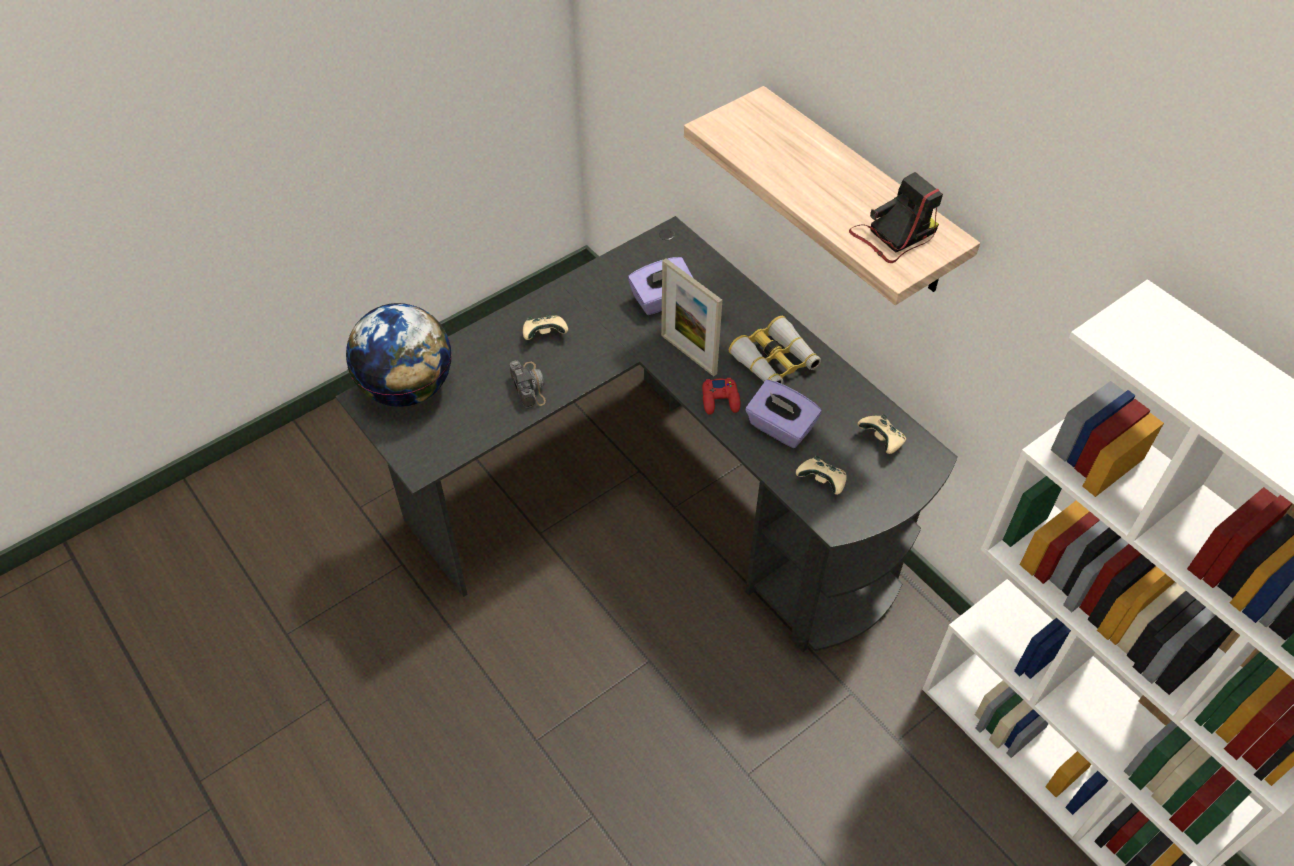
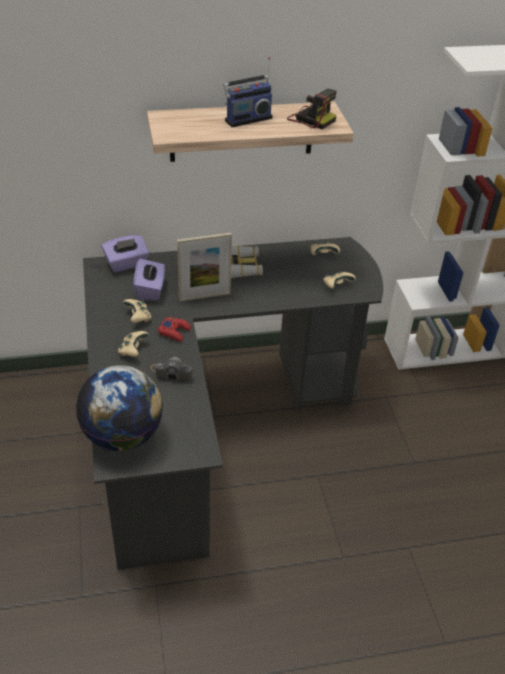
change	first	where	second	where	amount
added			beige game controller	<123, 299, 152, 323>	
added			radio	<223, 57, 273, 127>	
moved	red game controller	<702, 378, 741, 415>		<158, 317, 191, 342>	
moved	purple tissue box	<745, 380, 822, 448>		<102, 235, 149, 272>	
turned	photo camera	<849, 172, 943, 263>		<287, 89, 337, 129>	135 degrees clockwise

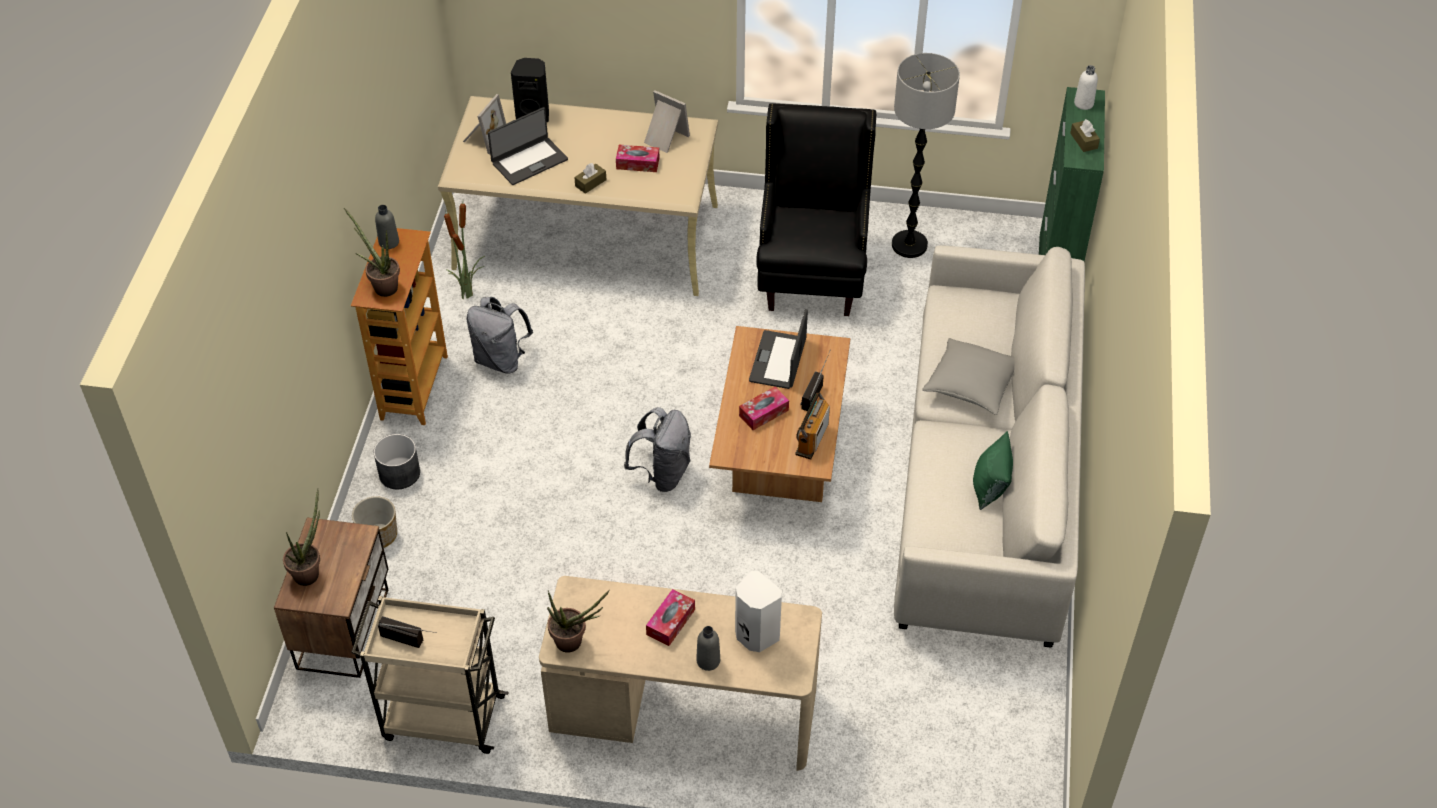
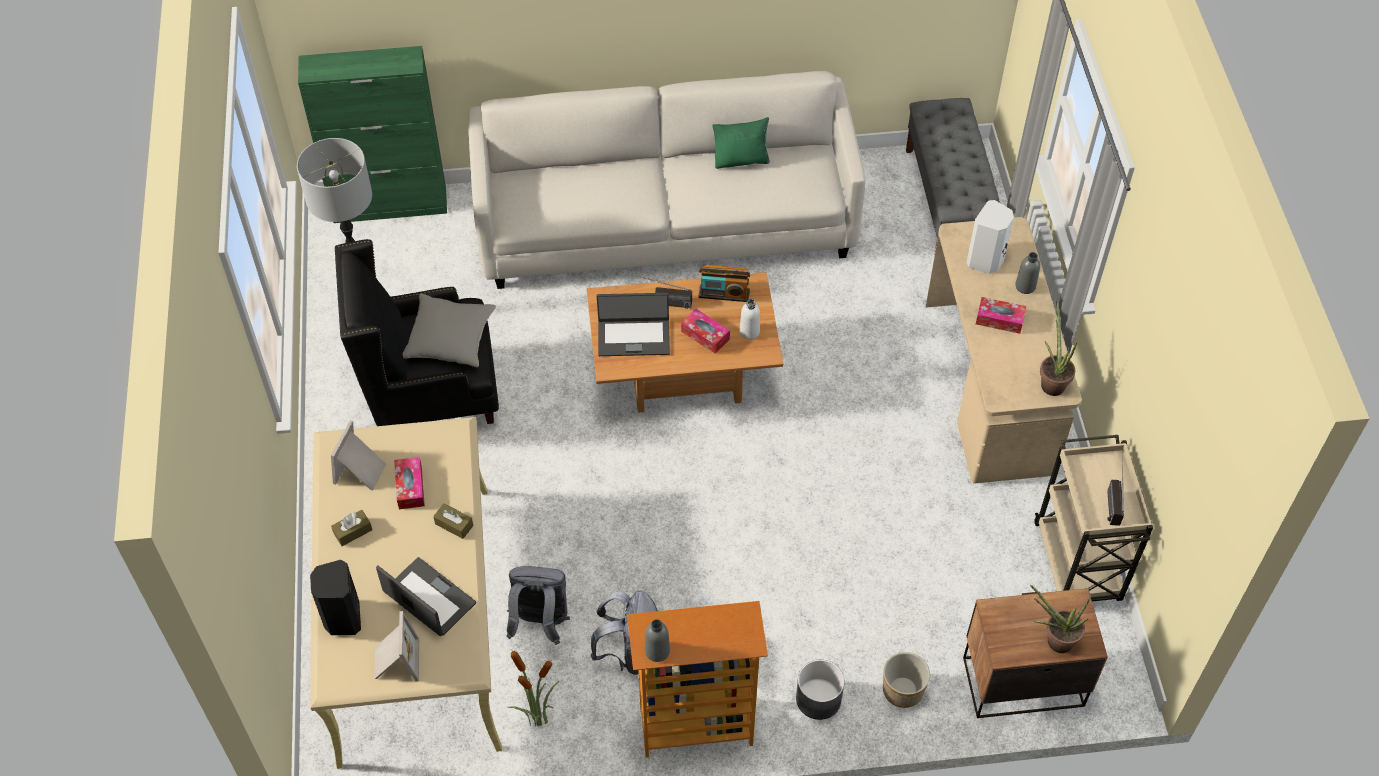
change	first	where	second	where	amount
removed	potted plant	<344, 208, 400, 297>			
added			grey bench	<906, 98, 1000, 250>	
moved	grey backpack	<624, 407, 691, 492>		<506, 566, 570, 645>	
moved	grey pillow	<922, 338, 1015, 415>		<403, 294, 496, 367>	
moved	brown tissue box	<1070, 119, 1100, 152>		<331, 510, 372, 546>	
moved	white bottle	<1074, 65, 1098, 110>		<740, 299, 760, 339>	
turned	picture frame	<463, 94, 506, 154>		<374, 611, 419, 682>	75 degrees clockwise

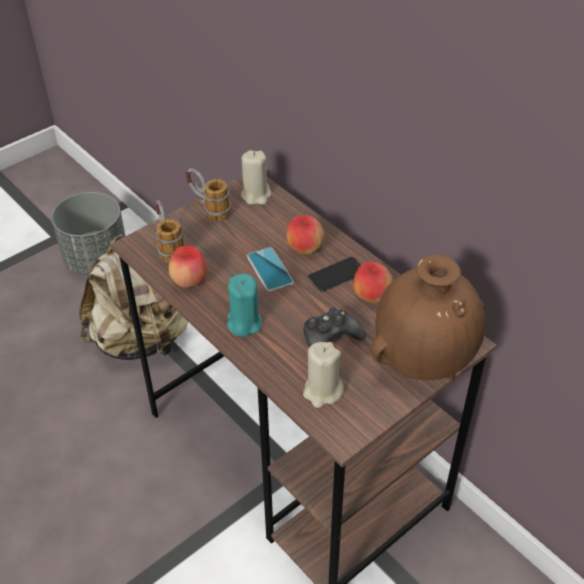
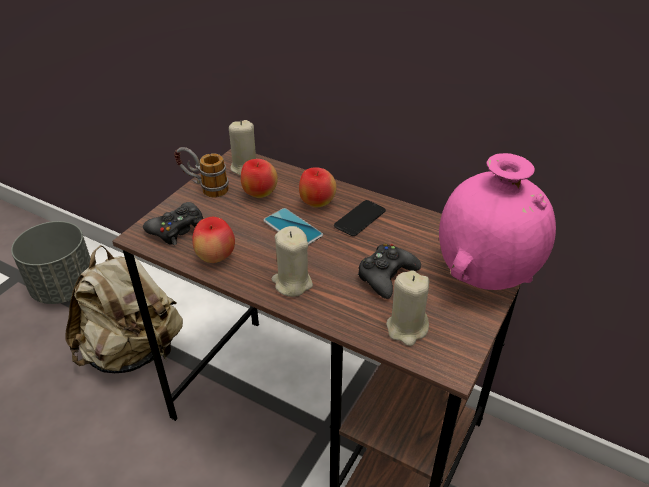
change	first	where	second	where	amount
moved	apple	<353, 261, 393, 303>		<241, 159, 278, 198>	
replaced	mug	<155, 200, 186, 263>	black game controller	<143, 202, 203, 245>	
recoloured	turquoise candle	<227, 274, 262, 337>	beige candle	<272, 226, 313, 297>	
recoloured	brown vase	<370, 254, 485, 380>	pink vase	<439, 153, 556, 290>	

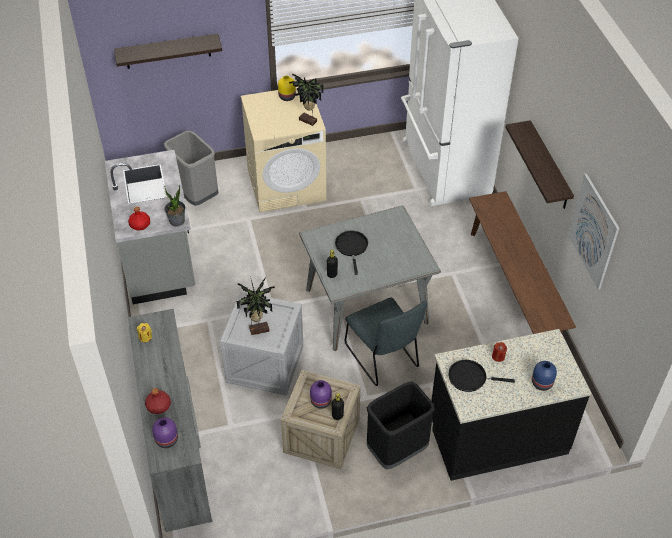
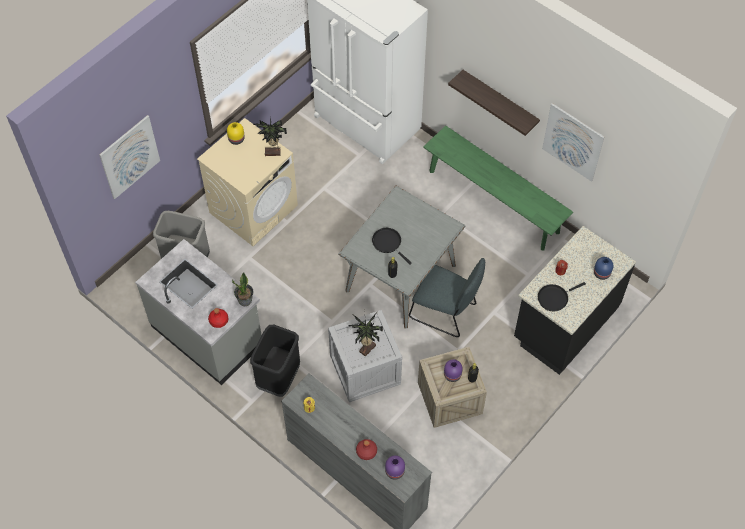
change	first	where	second	where	amount
moved	black trash can	<367, 382, 435, 469>		<250, 325, 300, 397>	
replaced	shelf	<114, 34, 222, 69>	picture	<99, 115, 160, 199>	
recoloured	brown bench	<469, 191, 576, 334>	green bench	<423, 126, 573, 250>	

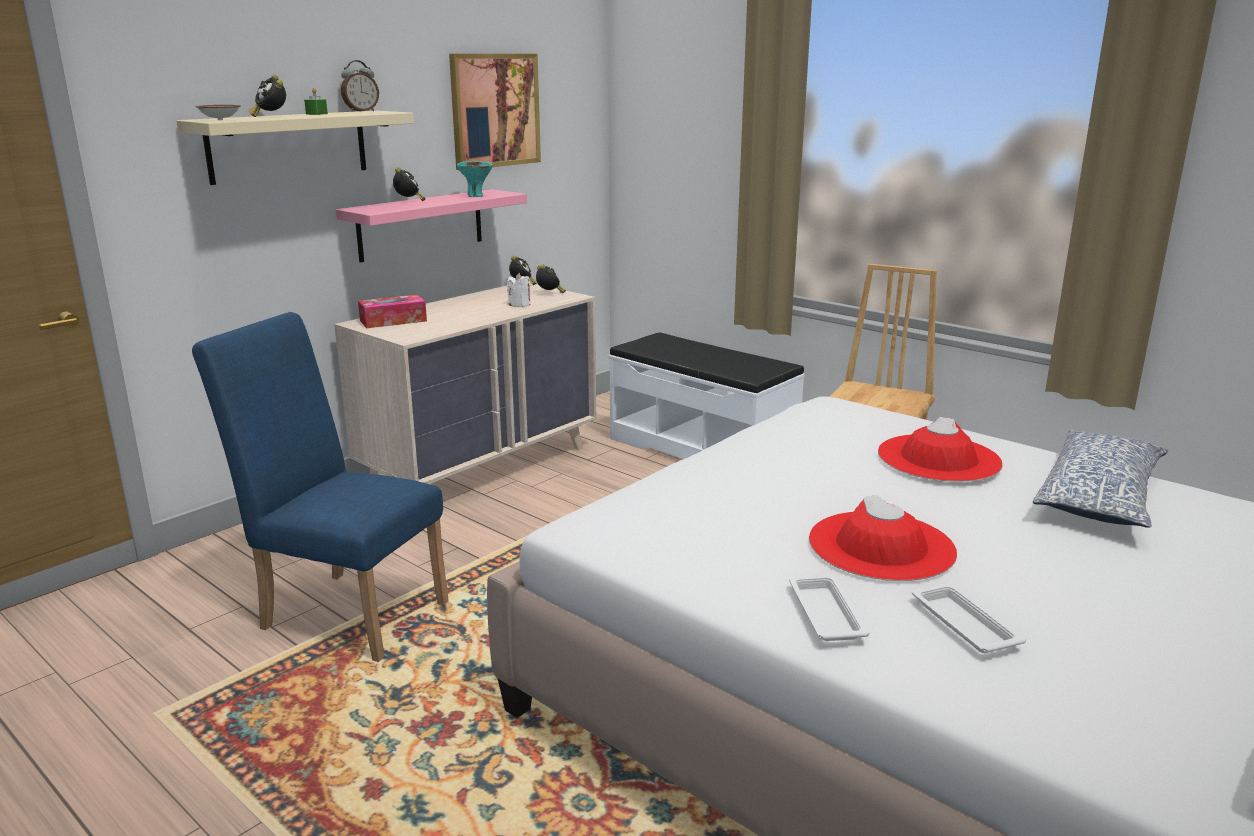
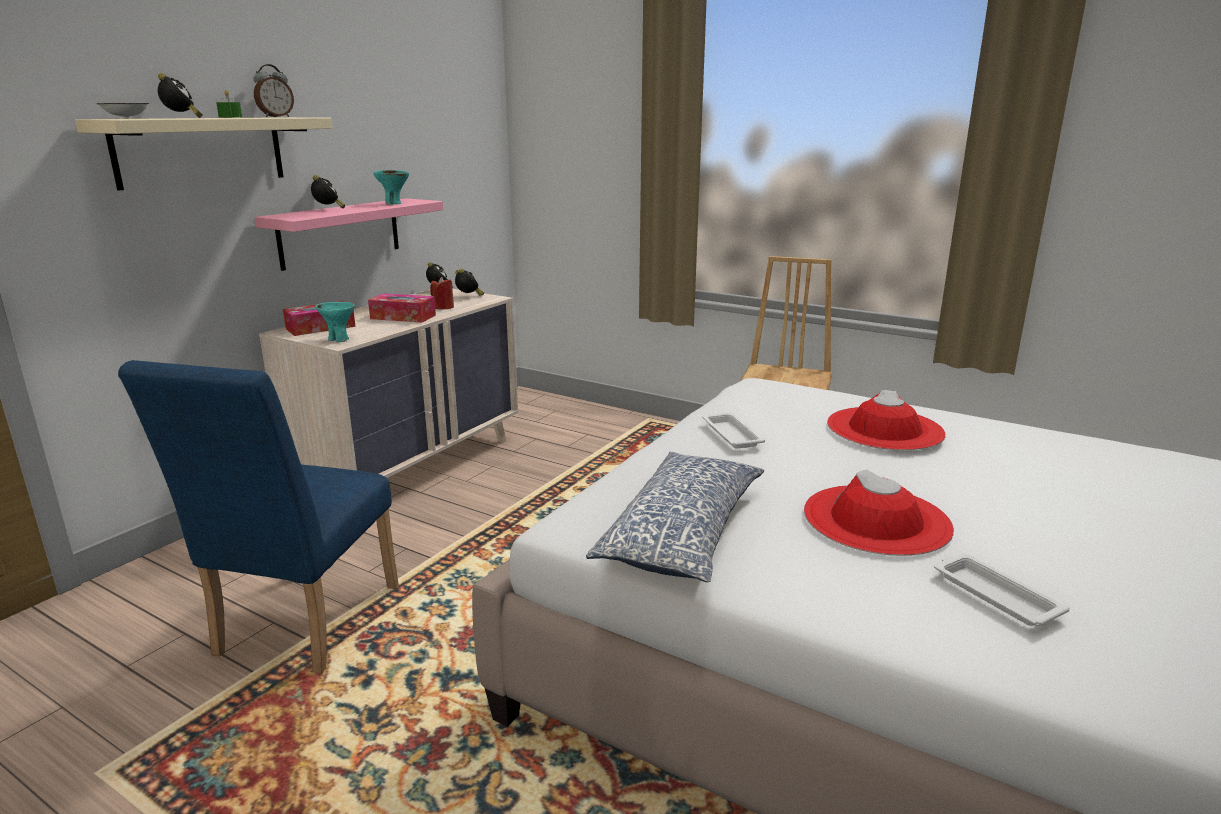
change	first	where	second	where	amount
removed	picture	<449, 54, 541, 170>			
removed	white bench	<609, 332, 804, 459>			
added			turquoise bowl	<316, 302, 355, 342>	
added			tissue box	<368, 293, 436, 323>	
moved	white tray	<789, 575, 870, 641>		<703, 413, 765, 449>	
moved	pillow	<1033, 430, 1168, 528>		<586, 451, 764, 582>	
recoloured	white candle	<507, 273, 530, 307>	red candle	<430, 277, 454, 310>	
turned	blue chair	<192, 312, 449, 662>		<118, 360, 399, 674>	90 degrees counterclockwise
turned	alarm clock	<249, 75, 286, 117>		<158, 73, 203, 118>	150 degrees counterclockwise

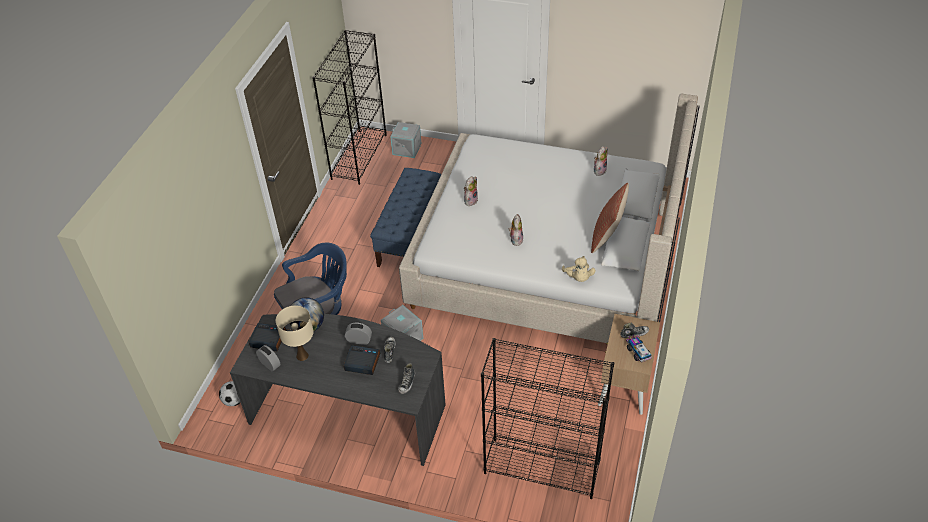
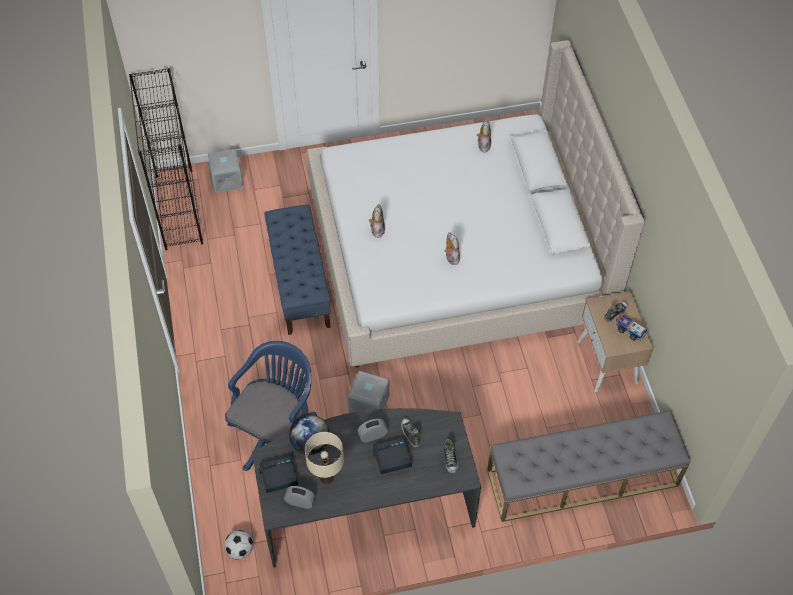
change	first	where	second	where	amount
removed	beige plush toy	<562, 256, 596, 282>			
removed	pillow	<591, 183, 629, 253>			
replaced	black bookcase	<481, 338, 614, 499>	grey bench	<487, 411, 690, 522>	

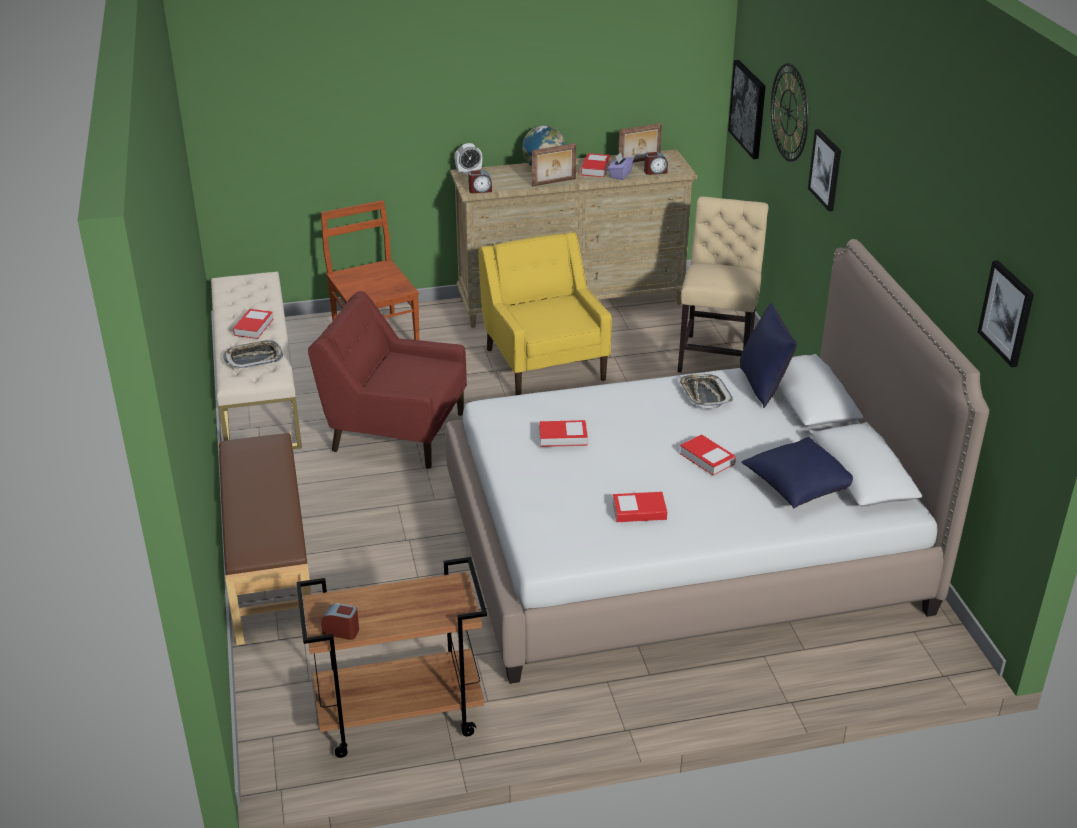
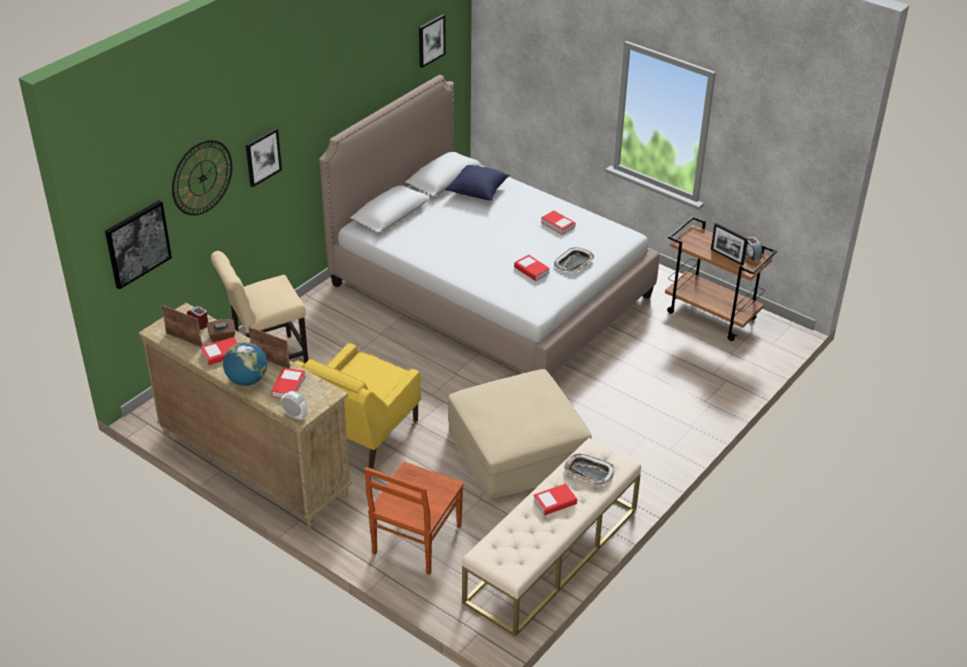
change	first	where	second	where	amount
removed	brown bench	<218, 433, 311, 645>			
removed	alarm clock	<468, 170, 492, 193>			
removed	blue pillow	<740, 303, 797, 408>			
added			picture frame	<711, 223, 748, 266>	
moved	tray	<679, 374, 733, 409>		<554, 247, 594, 272>	
moved	book	<680, 434, 736, 476>		<271, 368, 306, 398>	
replaced	red armchair	<308, 291, 467, 469>	beige ottoman	<448, 369, 591, 499>	
recoloured	purple tissue box	<608, 152, 634, 180>	brown tissue box	<207, 319, 236, 342>	

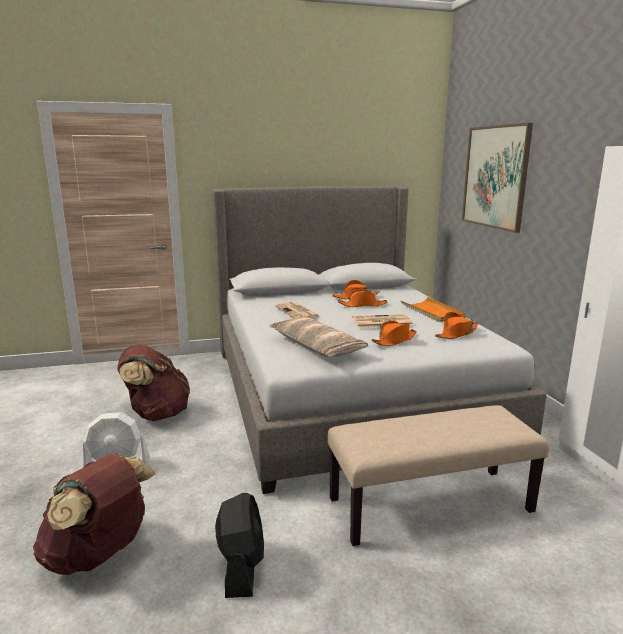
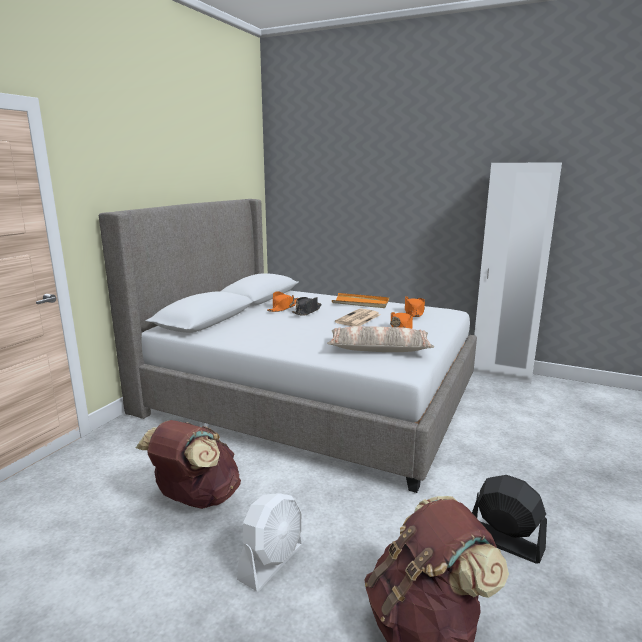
change	first	where	second	where	amount
removed	newspaper	<275, 302, 320, 319>			
removed	beige bench	<327, 405, 549, 546>			
removed	picture	<462, 123, 533, 233>			
recoloured	orange hat	<338, 289, 388, 307>	black hat	<292, 297, 322, 316>	

